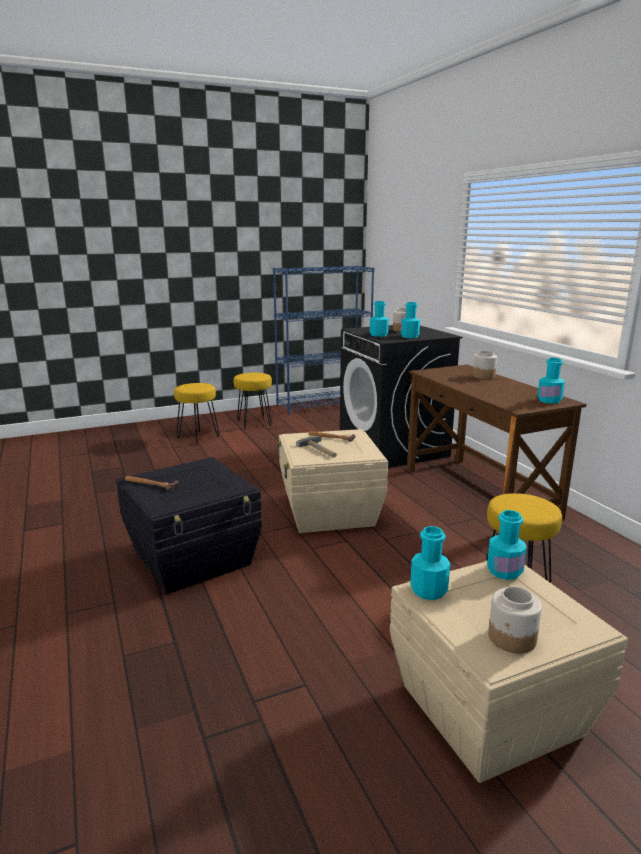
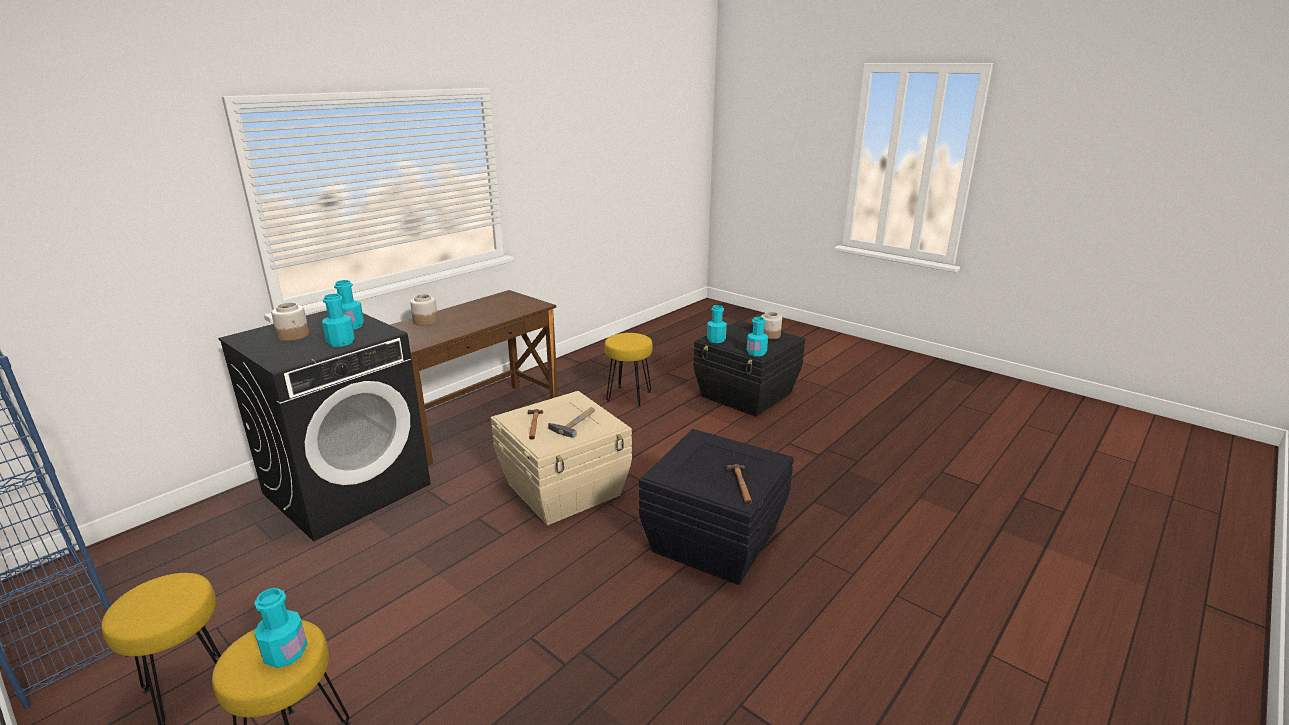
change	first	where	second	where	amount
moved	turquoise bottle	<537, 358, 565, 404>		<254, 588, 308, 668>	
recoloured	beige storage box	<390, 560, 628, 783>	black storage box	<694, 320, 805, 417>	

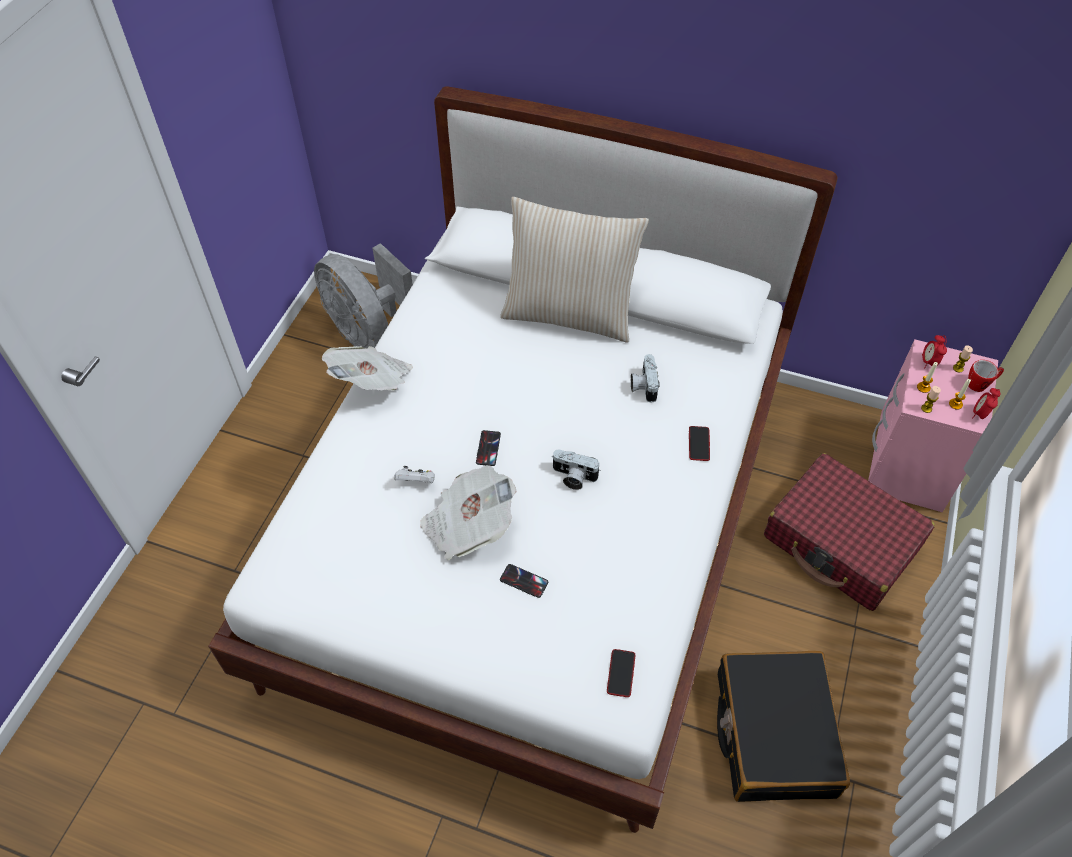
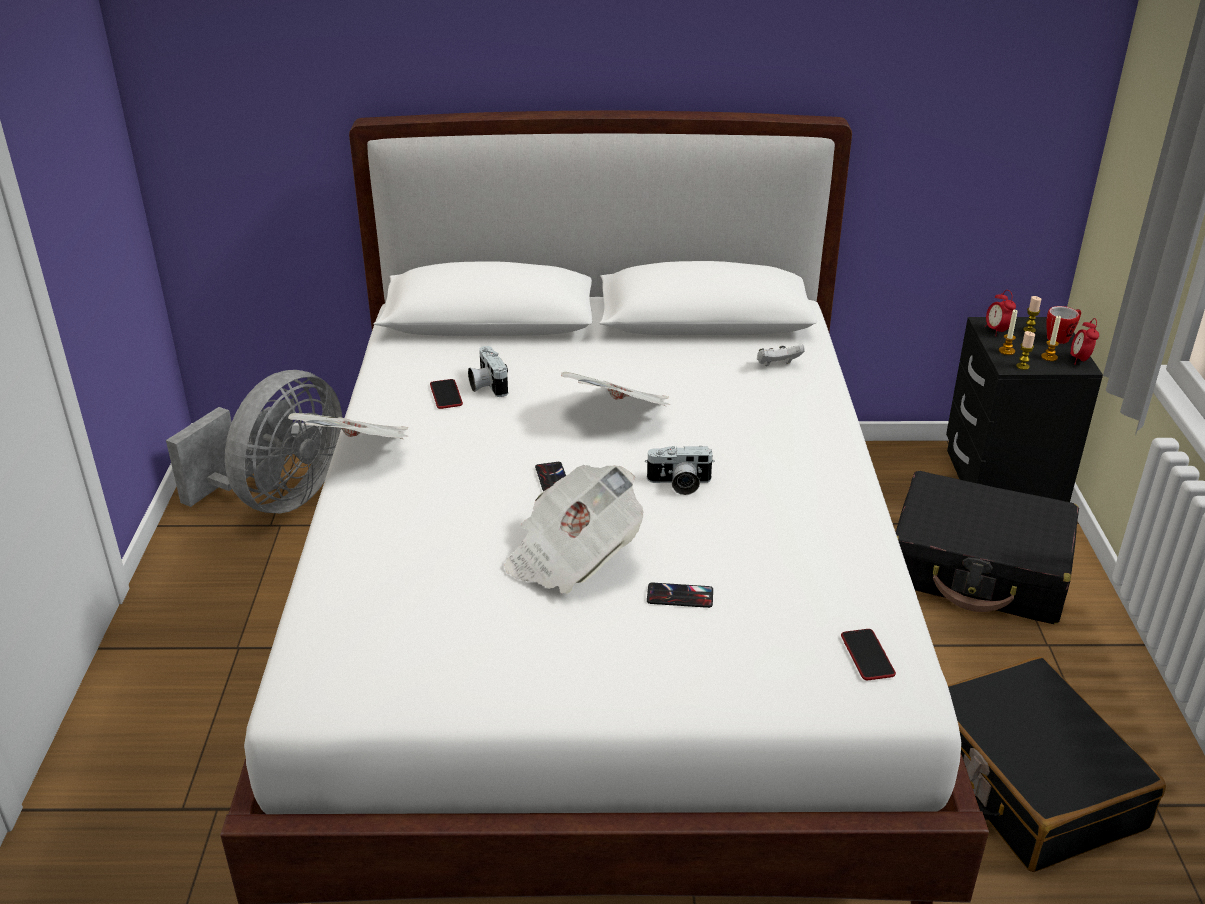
change	first	where	second	where	amount
removed	beige pillow	<500, 197, 649, 343>			
added			newspaper	<561, 372, 670, 407>	
moved	white game controller	<394, 466, 435, 483>		<757, 345, 805, 366>	
moved	photo camera	<631, 354, 660, 402>		<468, 346, 508, 397>	
moved	phone	<689, 426, 710, 461>		<430, 379, 463, 409>	
recoloured	red suitcase	<764, 453, 935, 611>	black suitcase	<896, 471, 1079, 624>	
recoloured	pink nightstand	<868, 339, 998, 512>	black nightstand	<946, 317, 1103, 502>	
turned	grey fan	<314, 243, 413, 348>		<166, 370, 342, 513>	90 degrees counterclockwise

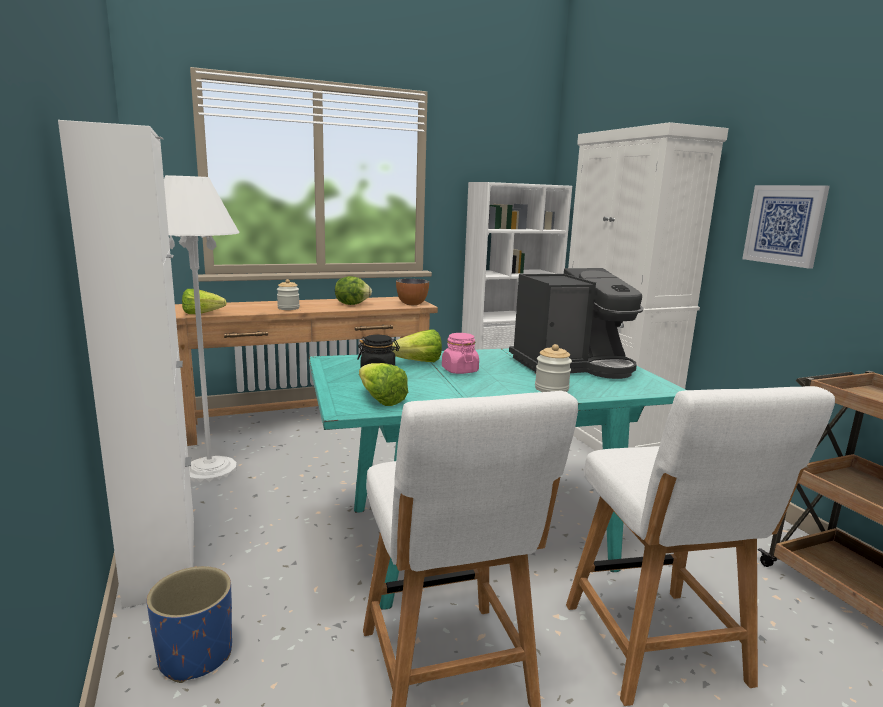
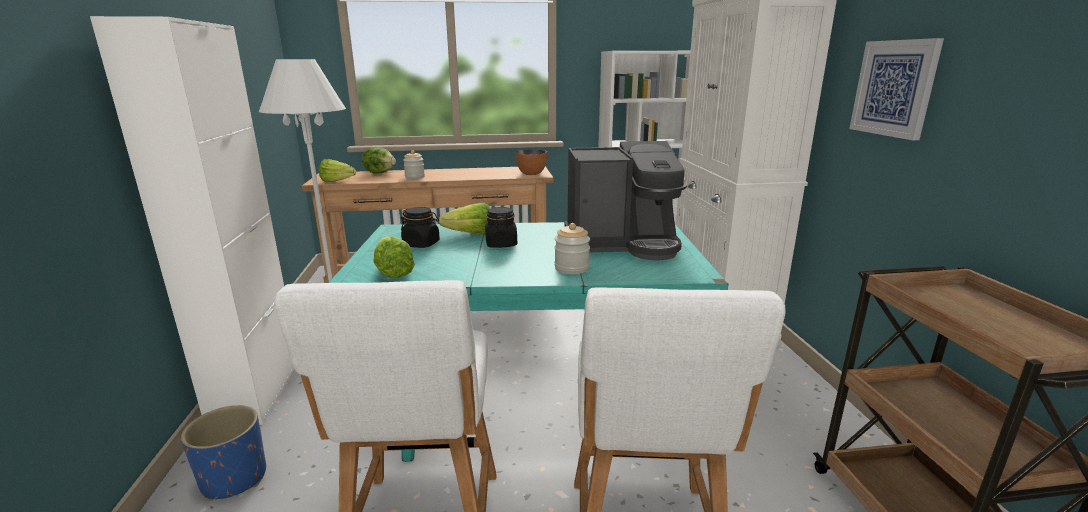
change	first	where	second	where	amount
moved	lettuce	<335, 276, 372, 305>		<362, 147, 396, 174>	
recoloured	pink jar	<442, 333, 479, 374>	black jar	<485, 207, 517, 248>	

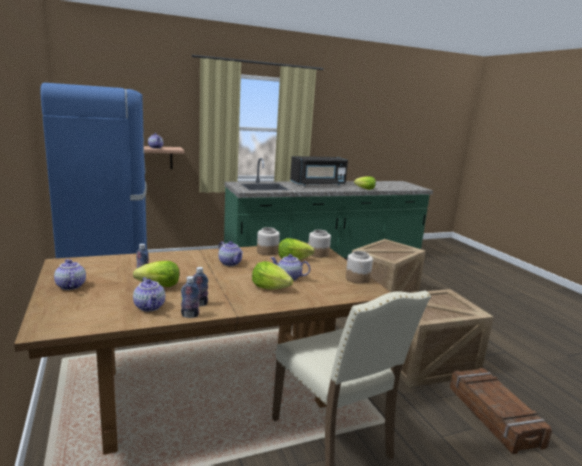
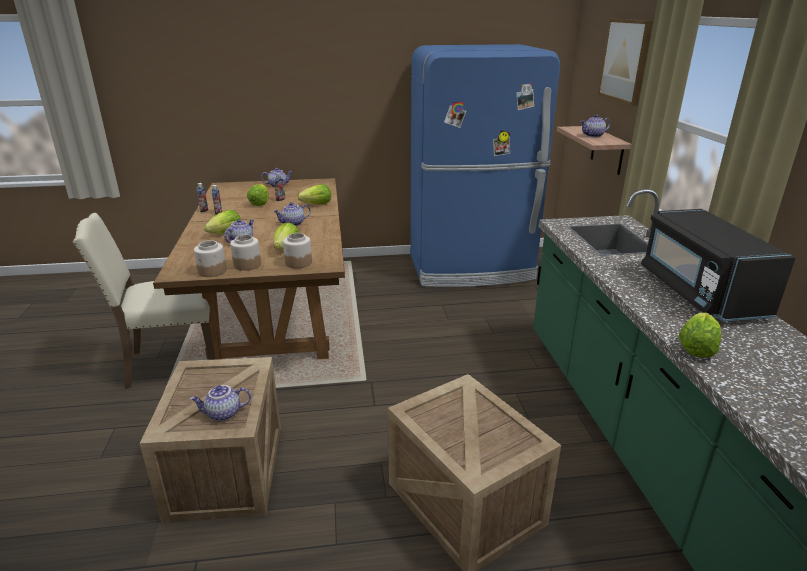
change	first	where	second	where	amount
removed	crate	<450, 368, 552, 454>			
added			lettuce	<298, 184, 331, 204>	
added			picture	<598, 19, 653, 106>	
moved	teapot	<133, 277, 165, 312>		<190, 385, 251, 421>	
moved	jar	<257, 227, 280, 256>		<230, 235, 261, 271>	

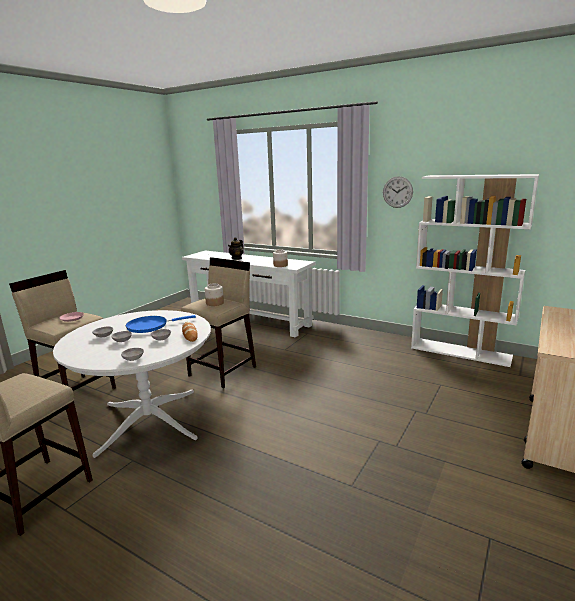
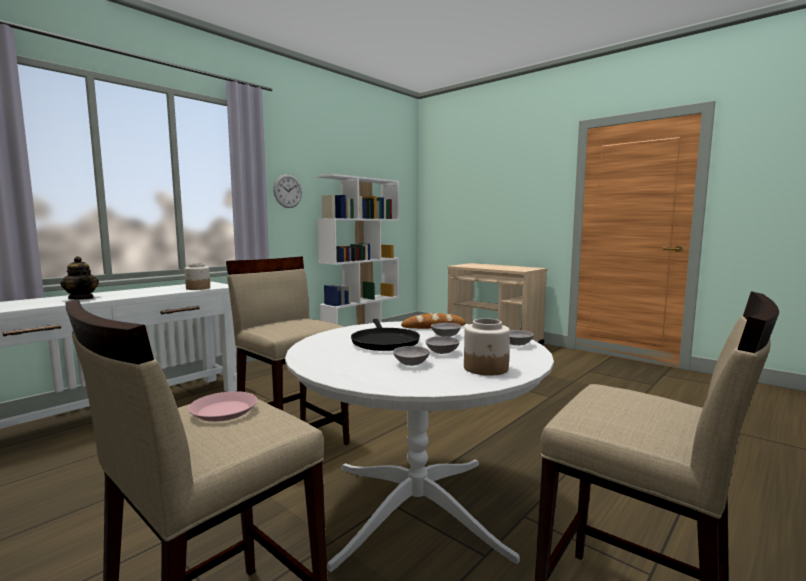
change	first	where	second	where	amount
moved	jar	<205, 283, 224, 306>		<464, 318, 510, 376>	
recoloured	blue frying pan	<126, 315, 196, 333>	black frying pan	<351, 319, 420, 351>	

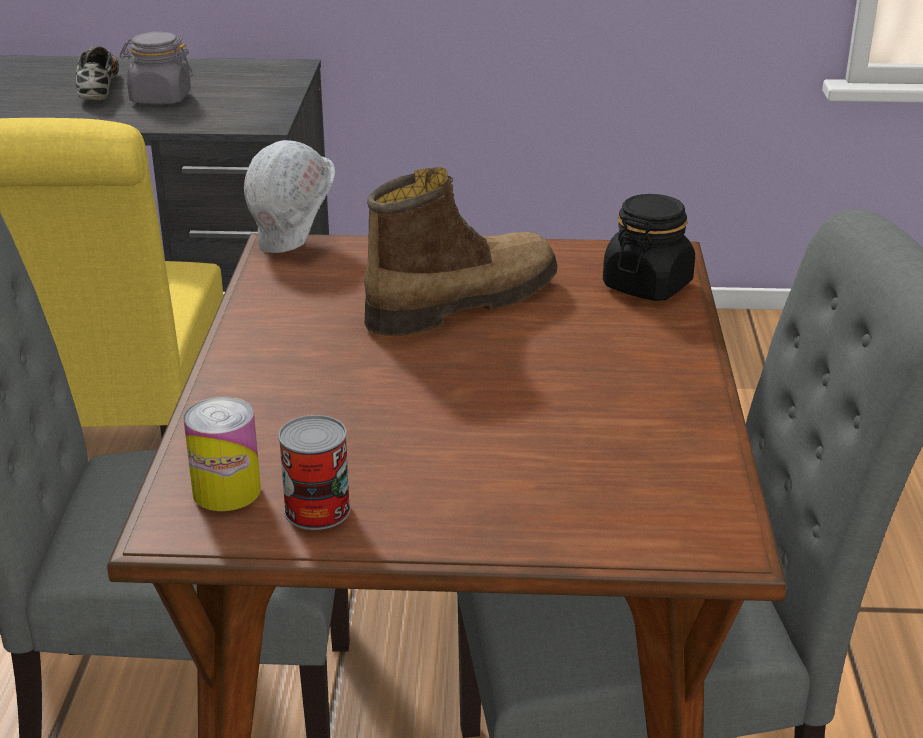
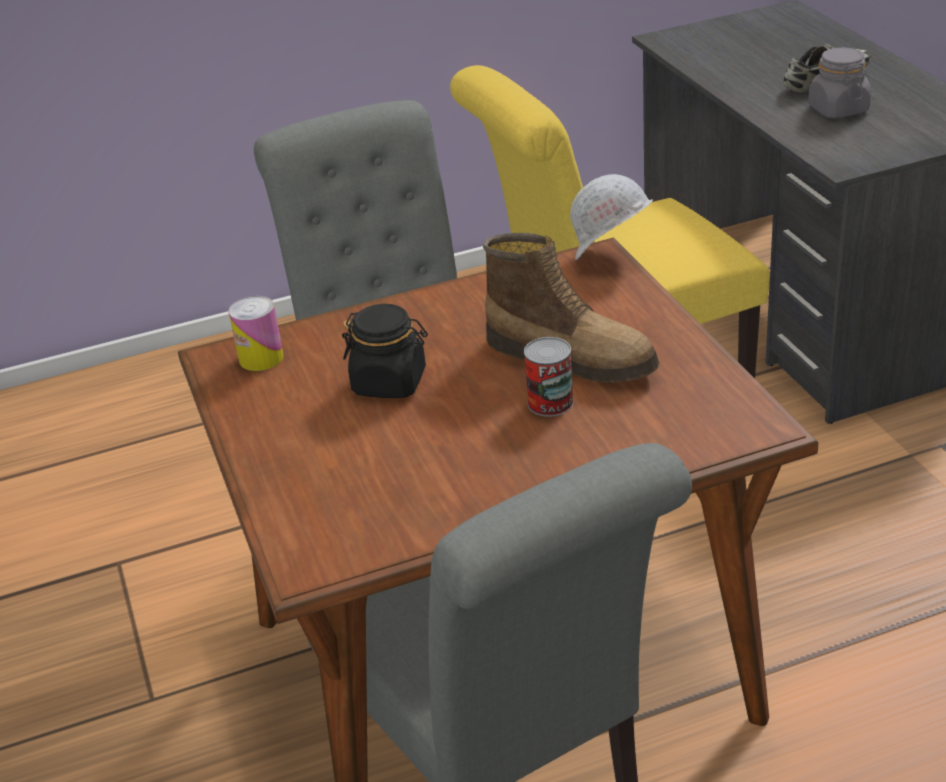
change	first	where	second	where	amount
moved	can	<278, 415, 351, 530>		<524, 337, 574, 417>	
moved	black jar	<603, 194, 695, 301>		<342, 304, 428, 398>	

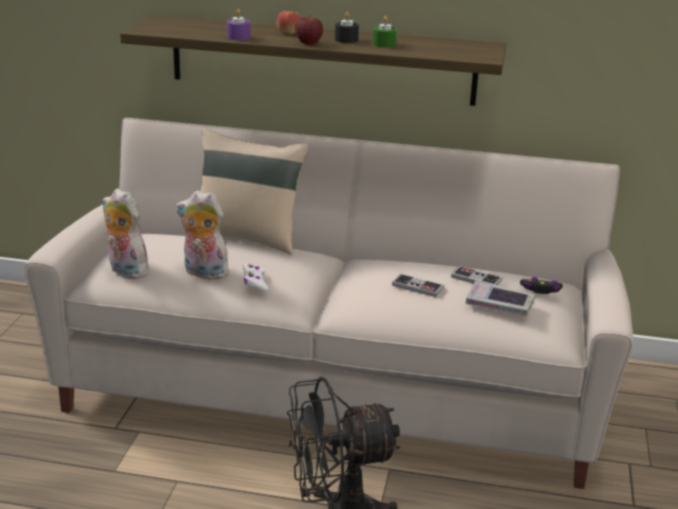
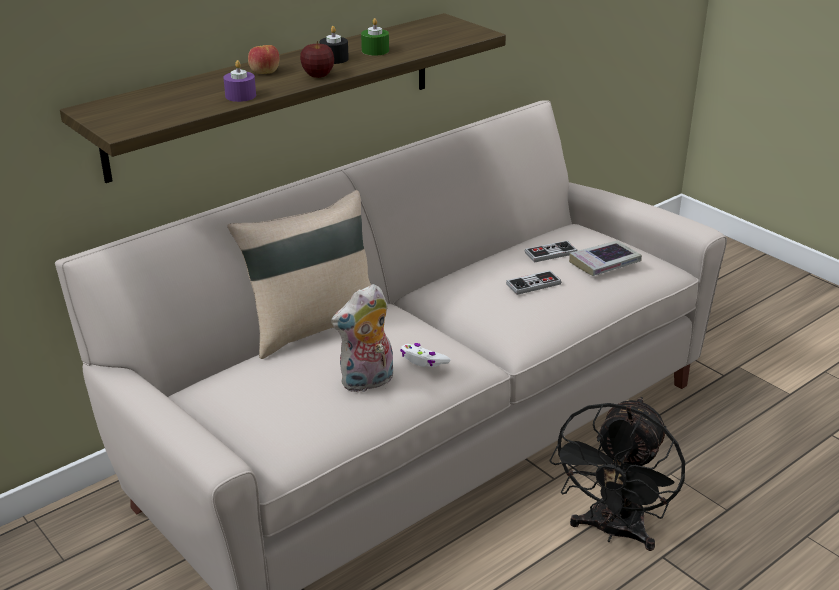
change	first	where	second	where	amount
removed	plush toy	<103, 188, 149, 279>			
removed	black game controller	<520, 277, 563, 294>			

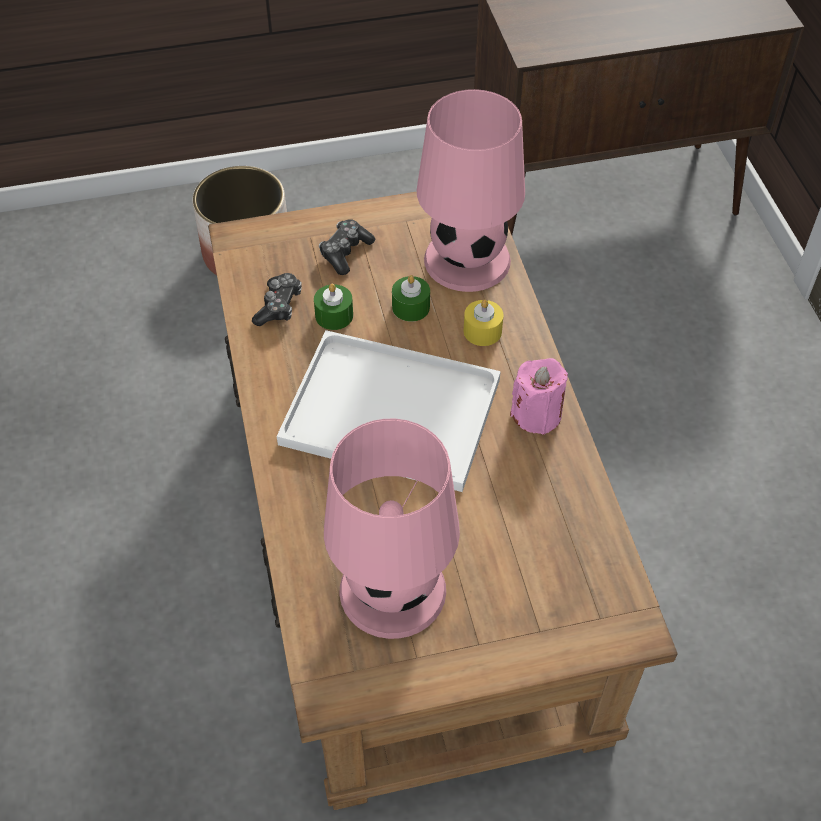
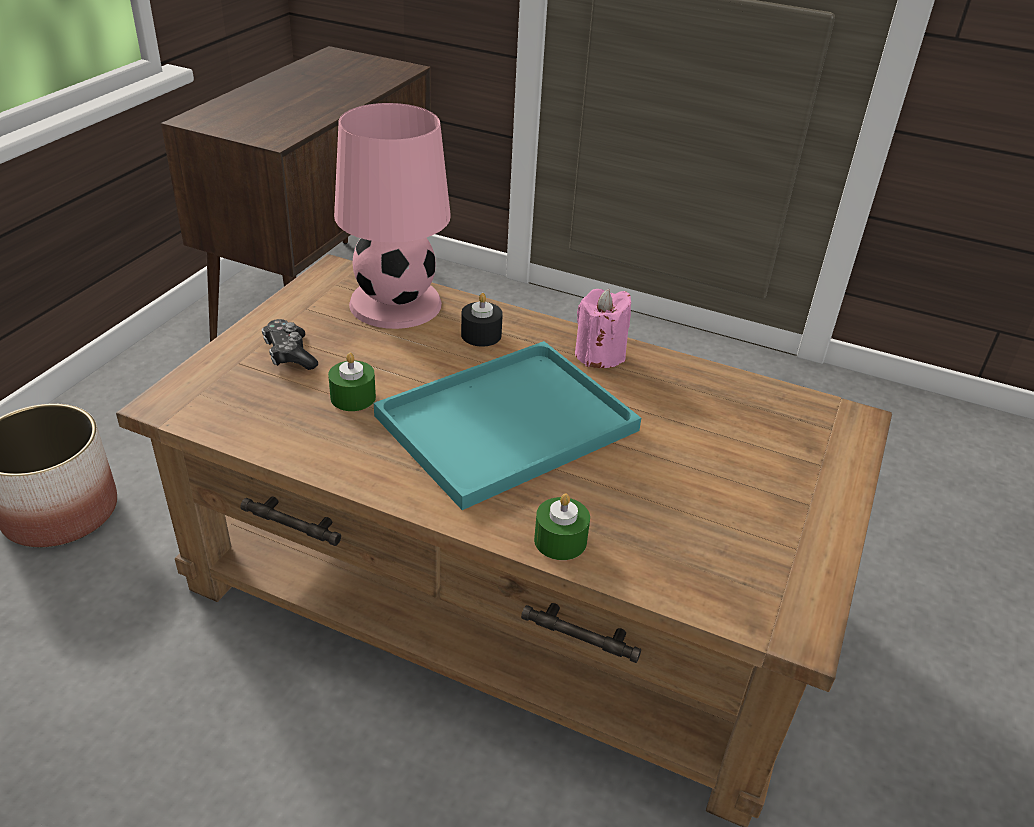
change	first	where	second	where	amount
removed	game controller	<252, 273, 302, 326>			
removed	pink table lamp	<324, 419, 460, 639>			
moved	green candle	<392, 275, 430, 322>		<534, 493, 590, 560>	
recoloured	white tray	<277, 330, 501, 492>	turquoise tray	<374, 341, 641, 510>	
recoloured	yellow candle	<464, 299, 503, 346>	black candle	<461, 293, 503, 347>	

